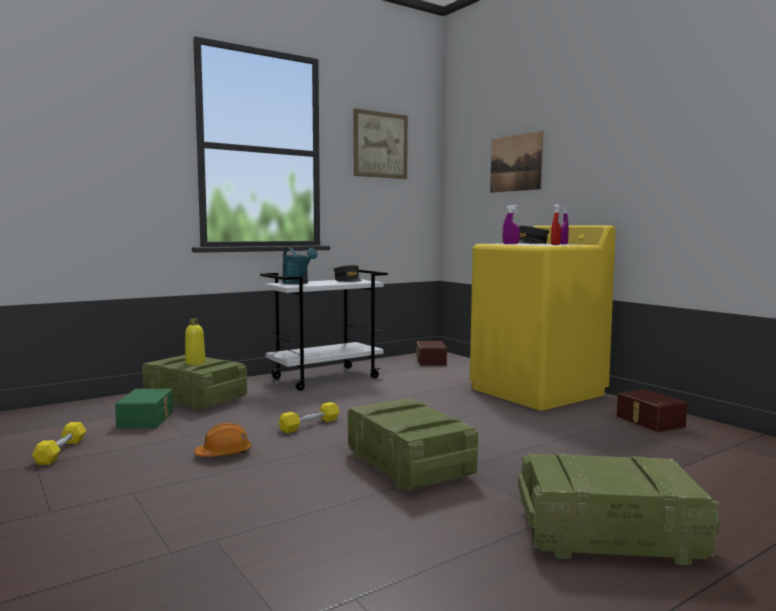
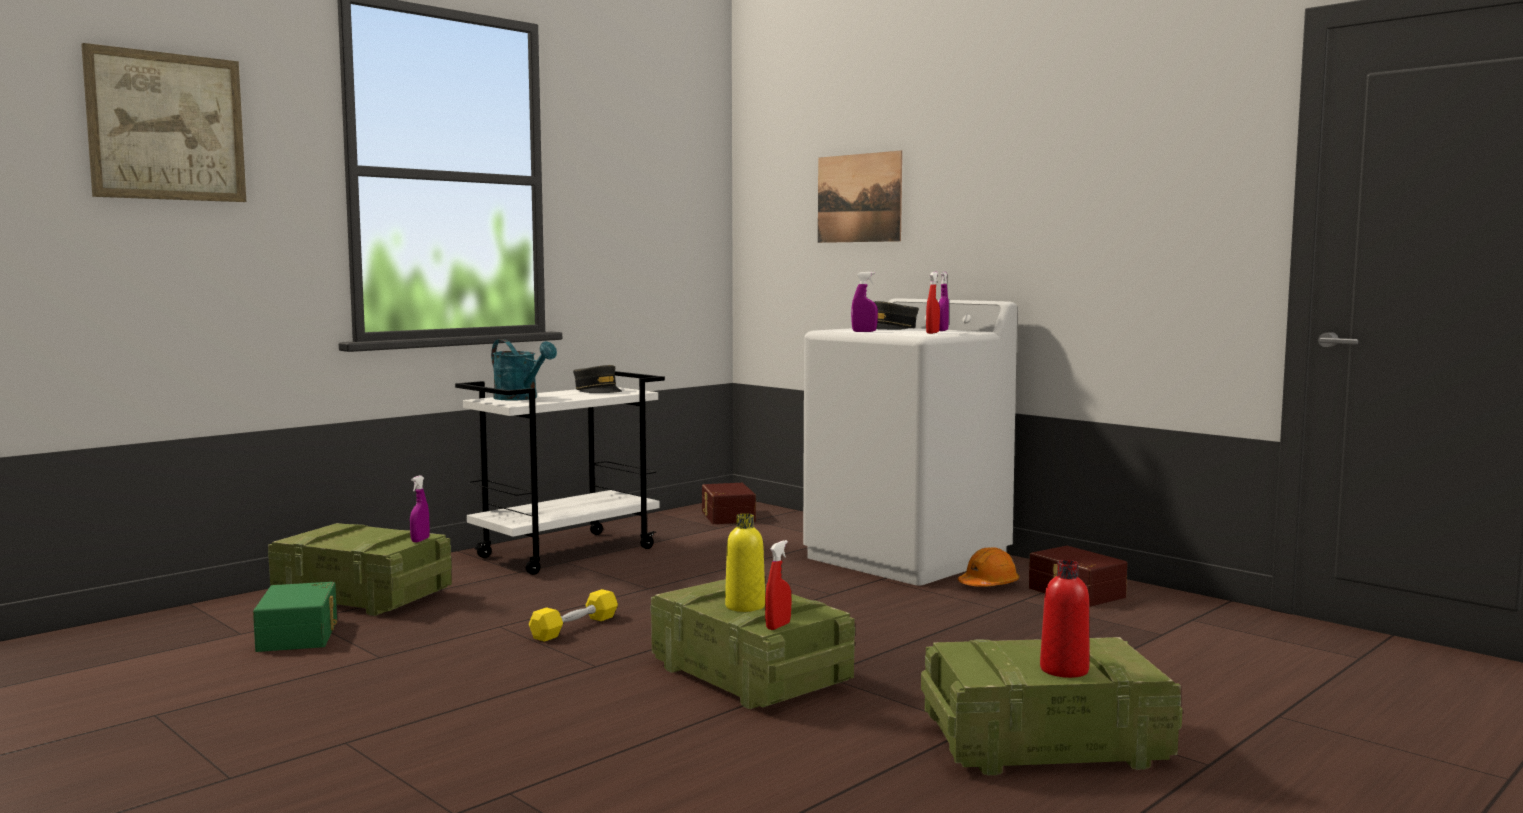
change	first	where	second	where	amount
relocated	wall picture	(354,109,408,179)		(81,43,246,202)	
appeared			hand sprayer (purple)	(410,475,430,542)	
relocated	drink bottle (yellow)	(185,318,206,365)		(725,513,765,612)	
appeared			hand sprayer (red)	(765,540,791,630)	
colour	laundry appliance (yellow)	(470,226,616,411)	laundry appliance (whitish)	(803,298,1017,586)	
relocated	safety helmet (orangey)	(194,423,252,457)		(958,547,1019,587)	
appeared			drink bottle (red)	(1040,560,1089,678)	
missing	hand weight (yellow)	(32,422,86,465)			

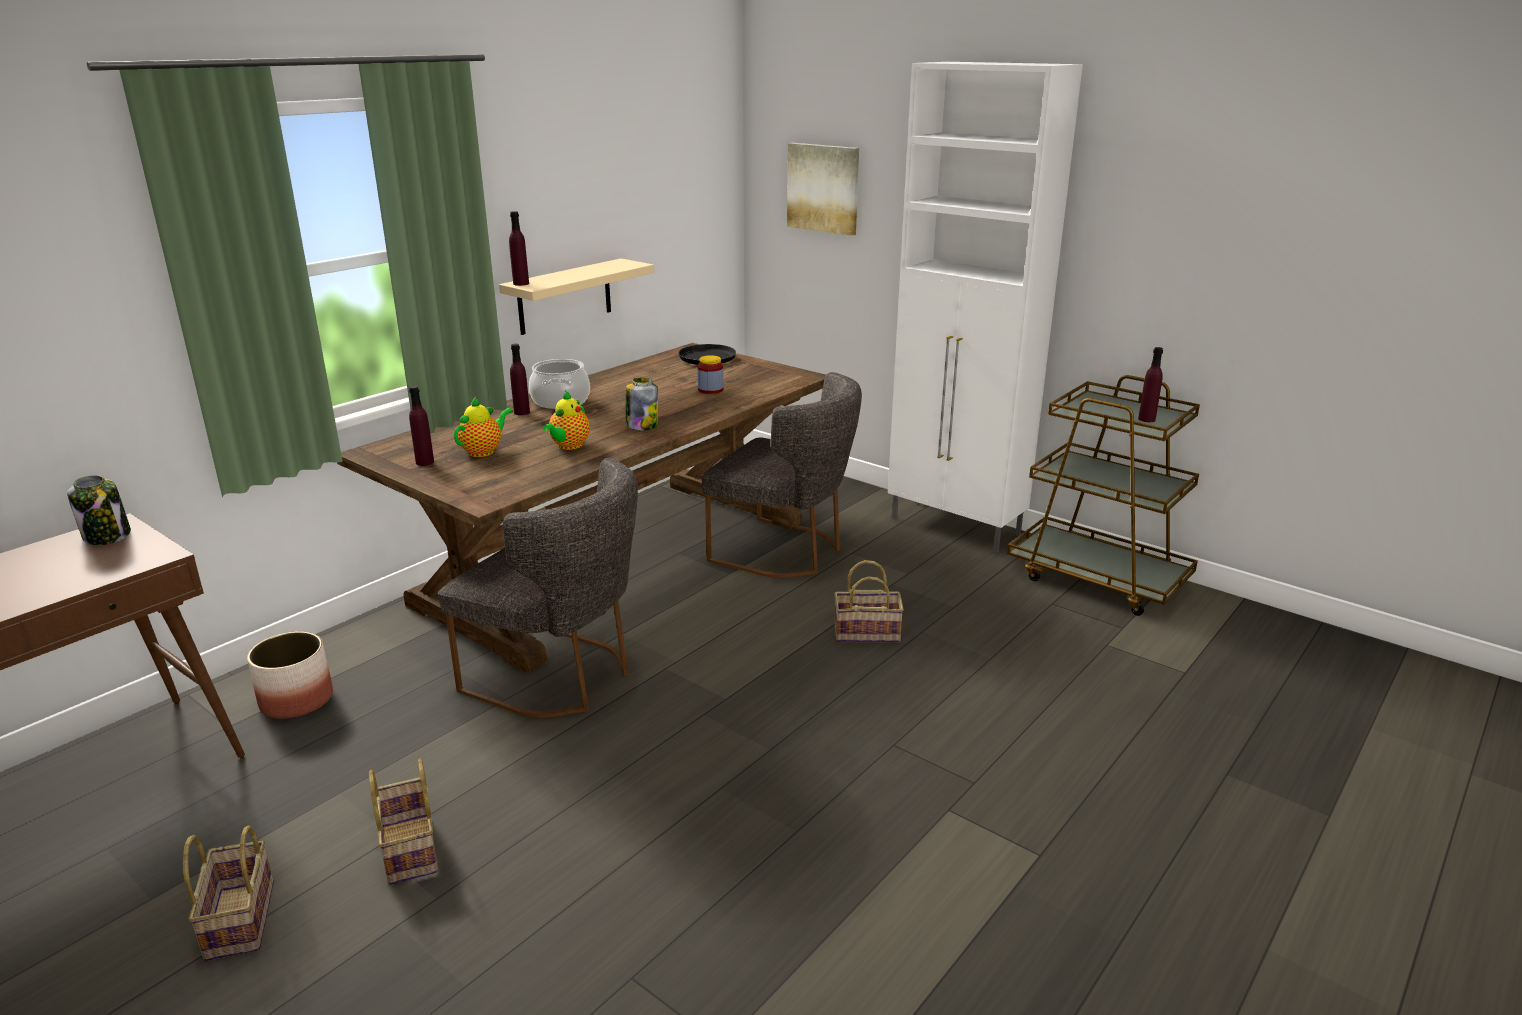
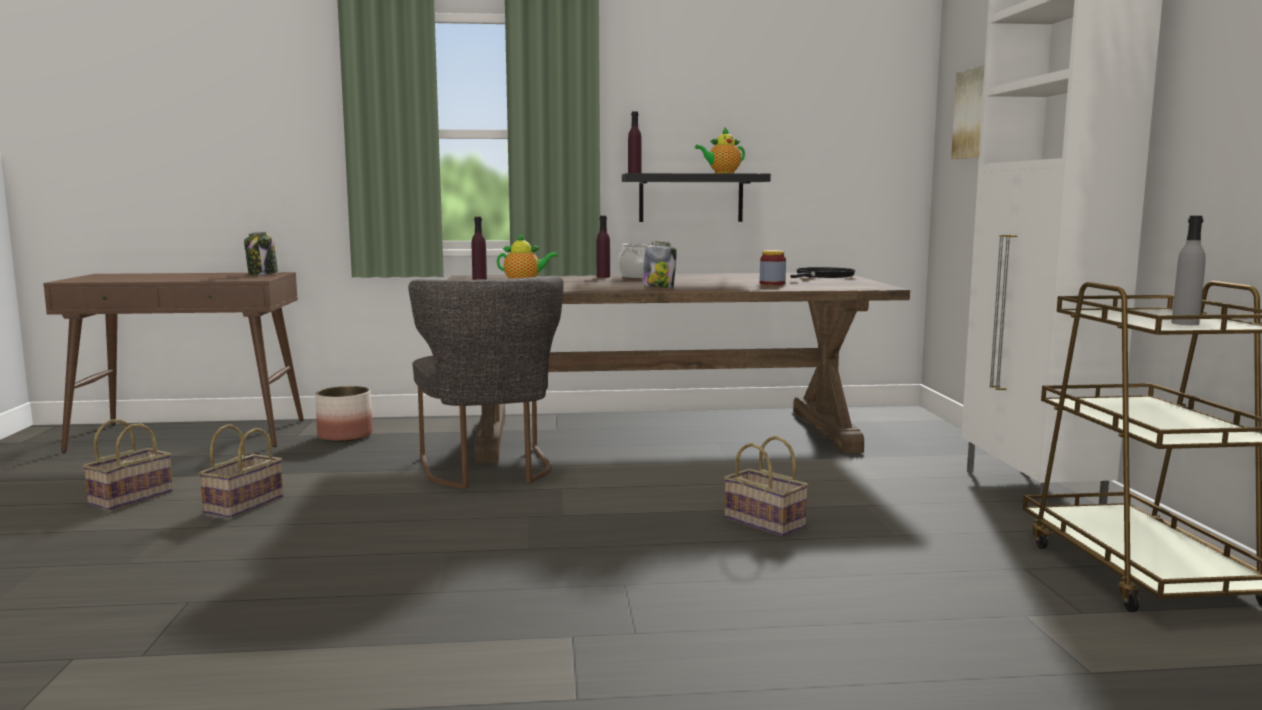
change	first	where	second	where	amount
colour	wall shelf (beige-coloured)	(499,258,654,335)	wall shelf (black-coloured)	(622,173,771,222)	
relocated	pot for tea	(542,391,590,450)		(695,127,745,174)	
colour	drink bottle (purple)	(1138,347,1163,422)	drink bottle (grey)	(1171,216,1206,325)	
missing	plain chair (grey)	(702,372,862,578)			

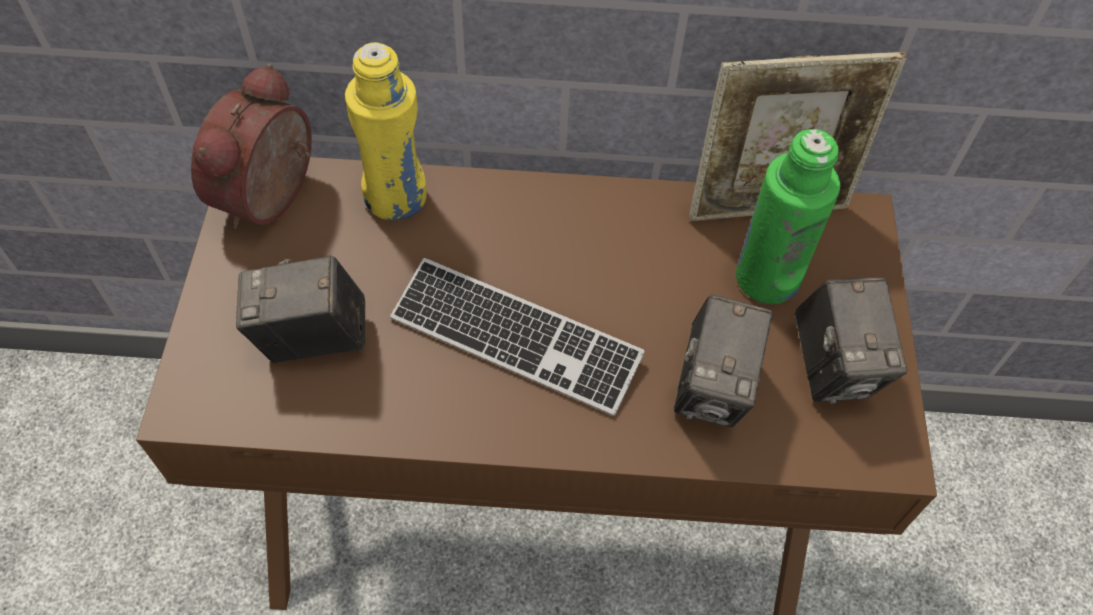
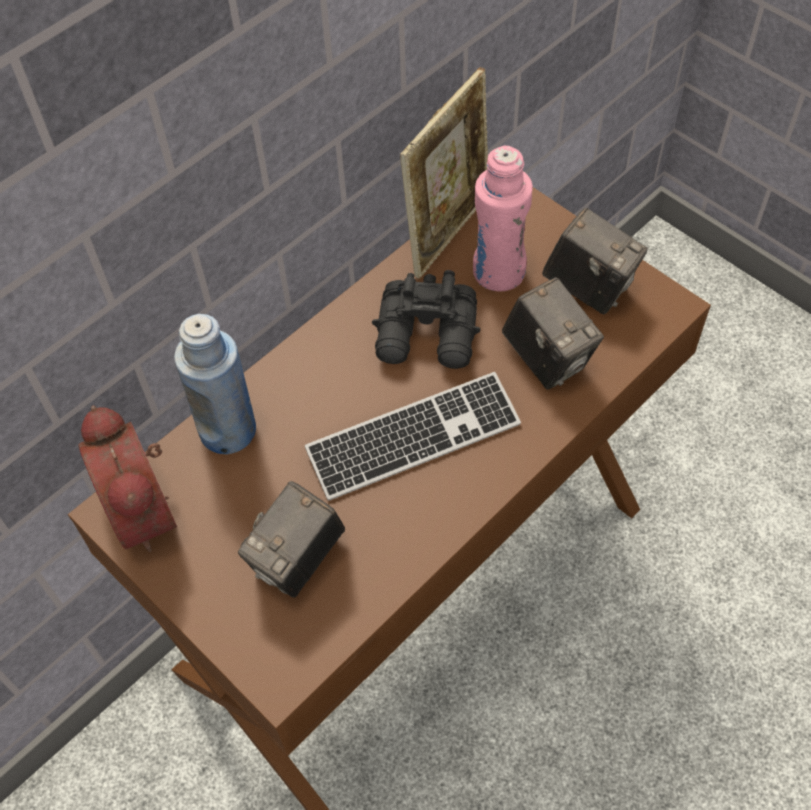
change	first	where	second	where	amount
colour	drink bottle (yellow)	(345,42,427,220)	drink bottle (blue)	(174,314,256,454)	
appeared			binoculars (black-coloured)	(372,270,480,369)	
colour	drink bottle (green-coloured)	(736,129,840,304)	drink bottle (pinkish)	(473,145,533,291)	

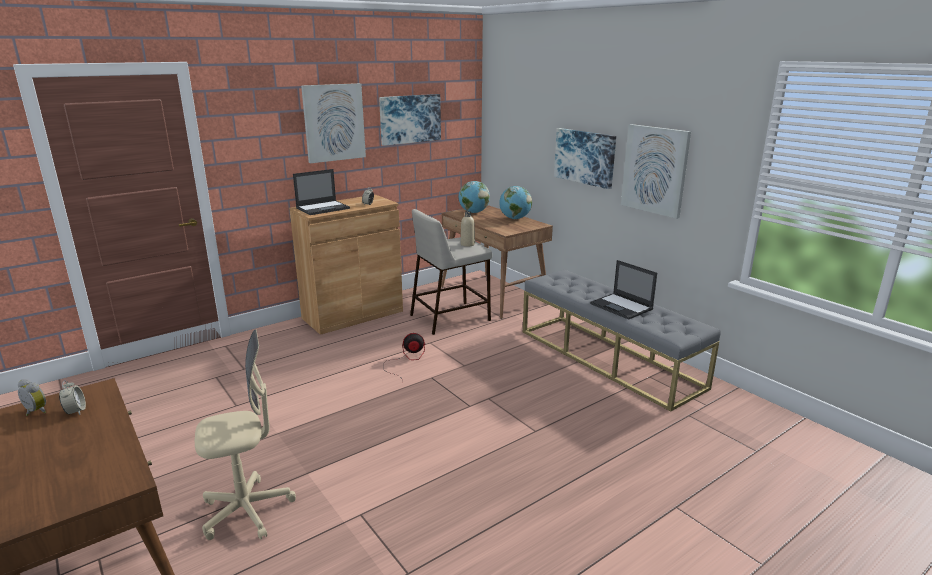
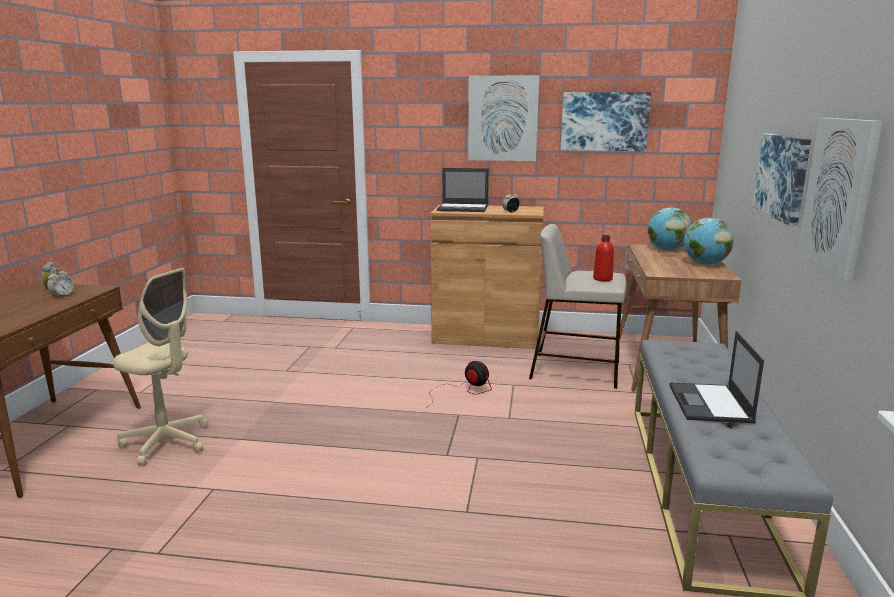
change	first	where	second	where	amount
colour	drink bottle (beige-coloured)	(461,211,475,247)	drink bottle (red)	(593,235,614,281)	

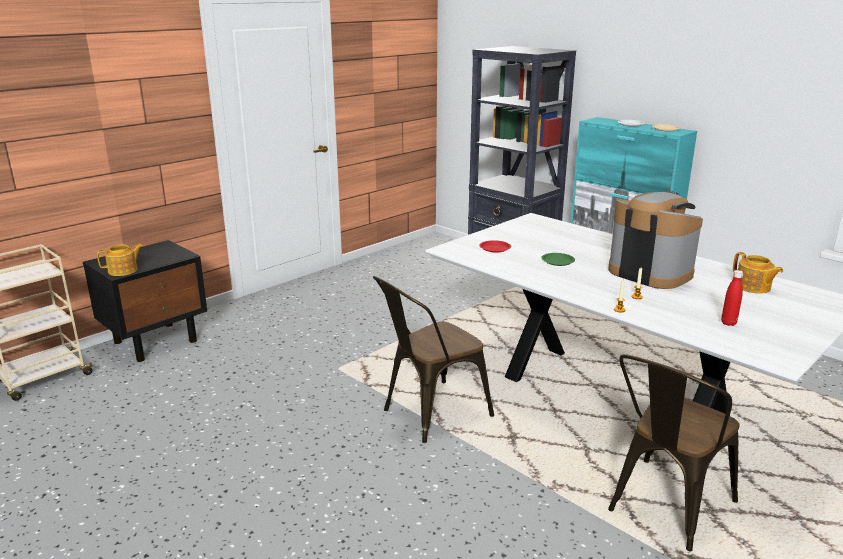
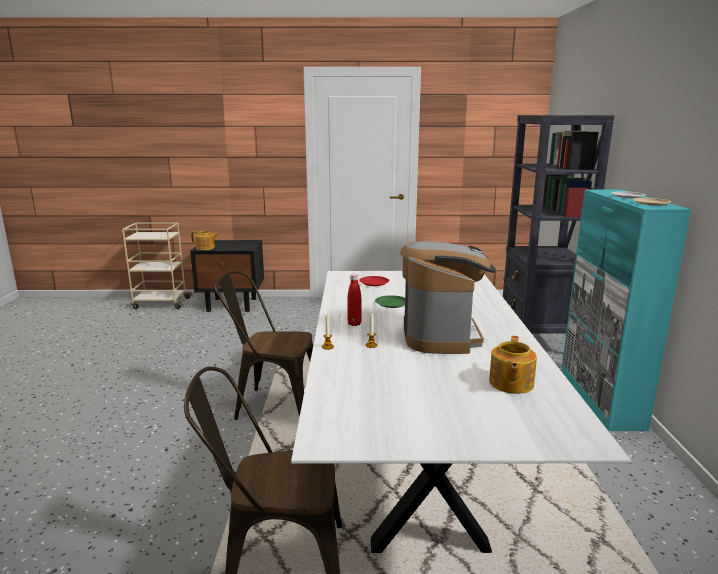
change	first	where	second	where	amount
relocated	drink bottle (red)	(721,270,743,326)		(348,274,362,326)	

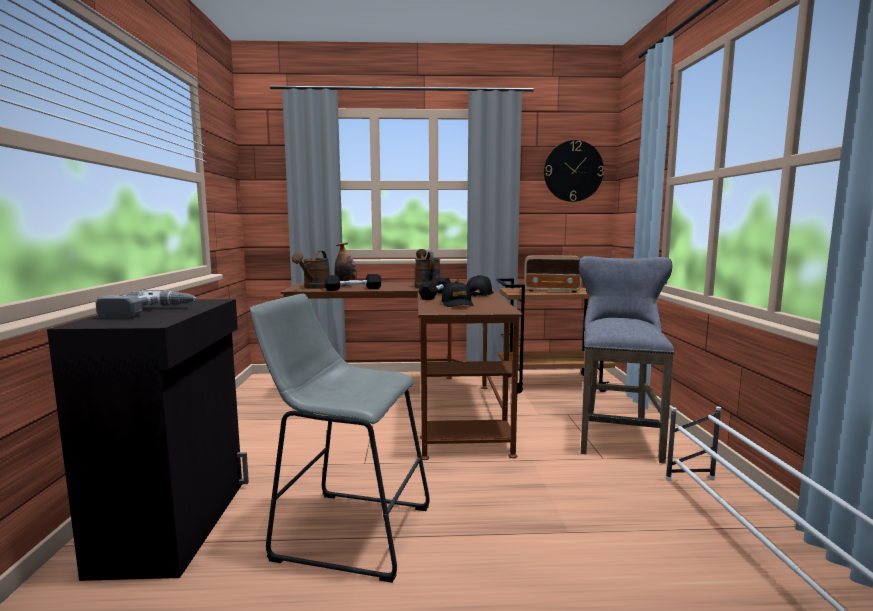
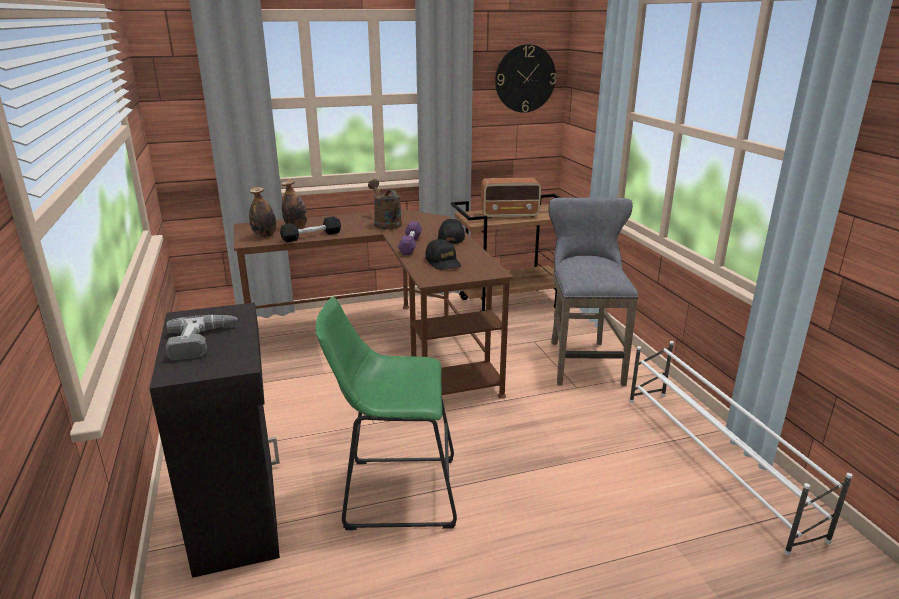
change	first	where	second	where	amount
exchanged	watering pot (brownish)	(292,251,330,289)	drink bottle	(249,187,276,237)	
colour	sitting stool (grey)	(250,294,430,583)	sitting stool (green-coloured)	(316,297,457,530)	
colour	hand weight (black-coloured)	(419,277,451,300)	hand weight (purple)	(398,221,422,255)	

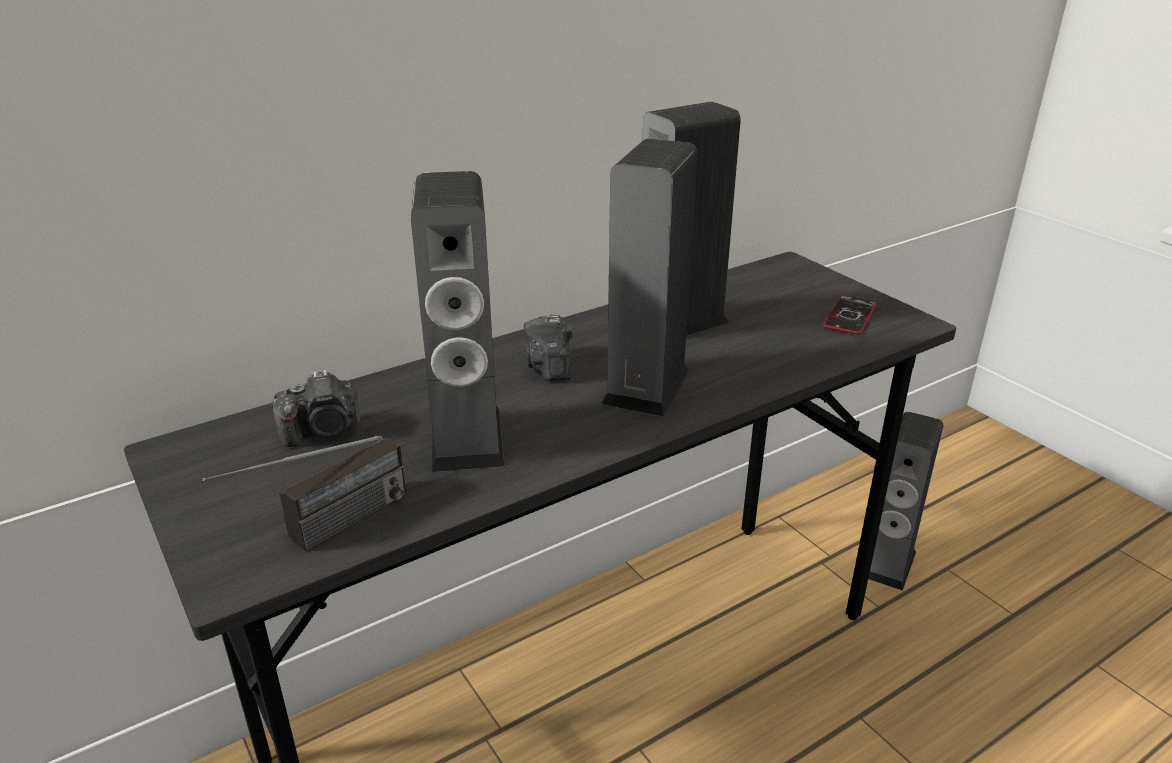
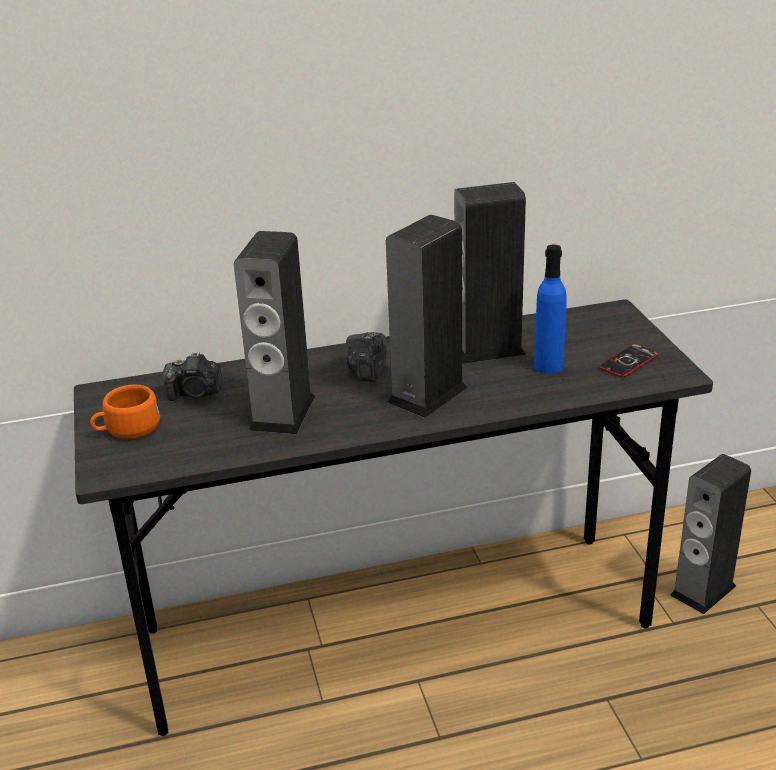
change	first	where	second	where	amount
appeared			small cup (orangey)	(90,385,160,439)	
appeared			drink bottle (blue)	(534,244,567,374)	
missing	radio receiver	(203,436,406,552)			

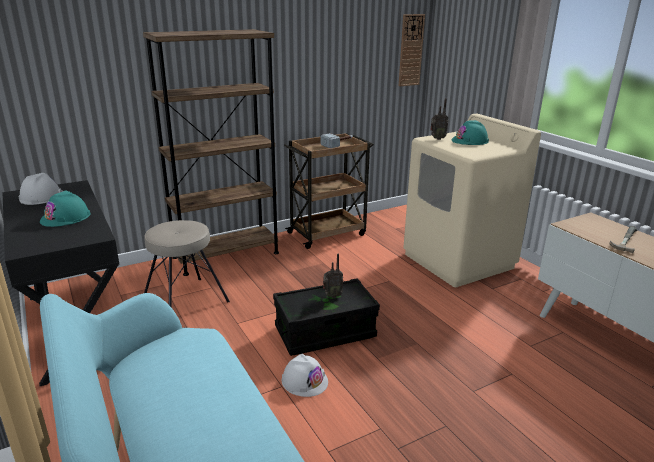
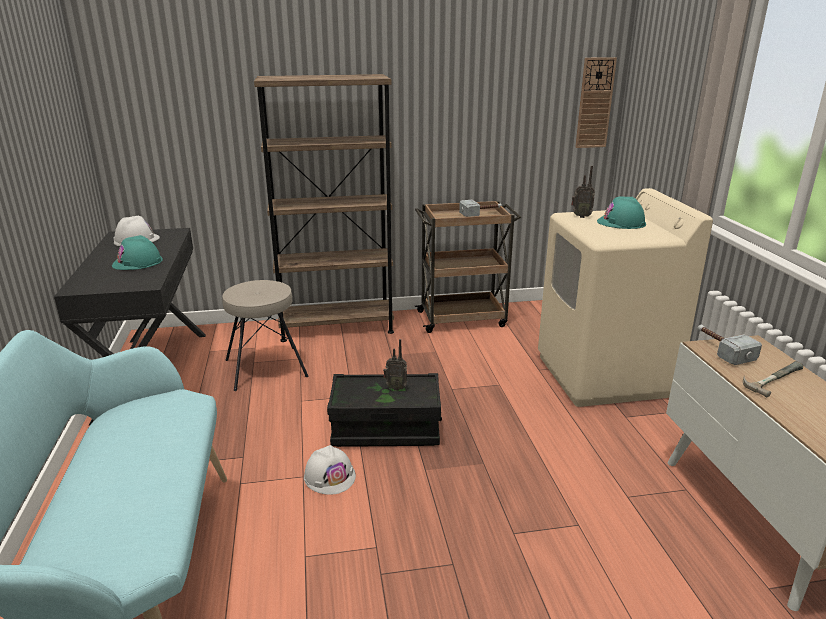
change	first	where	second	where	amount
appeared			hand hammer	(698,325,762,365)	

